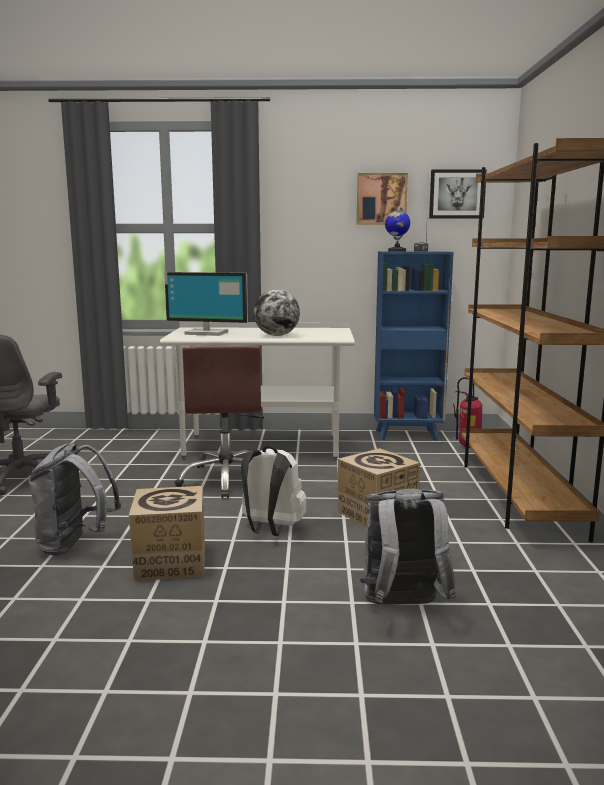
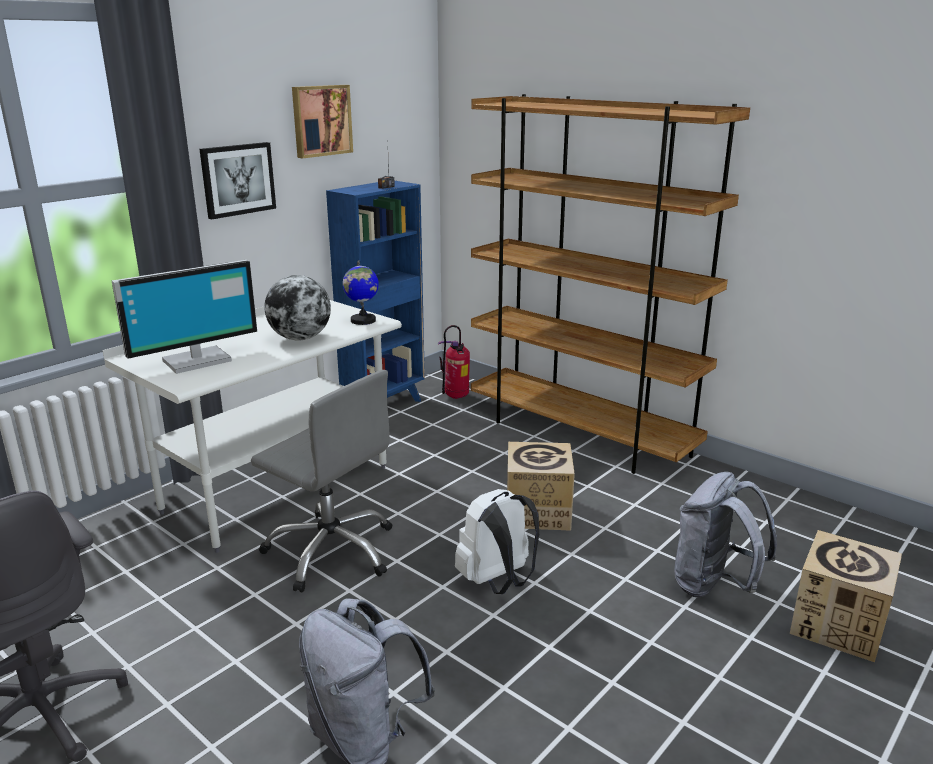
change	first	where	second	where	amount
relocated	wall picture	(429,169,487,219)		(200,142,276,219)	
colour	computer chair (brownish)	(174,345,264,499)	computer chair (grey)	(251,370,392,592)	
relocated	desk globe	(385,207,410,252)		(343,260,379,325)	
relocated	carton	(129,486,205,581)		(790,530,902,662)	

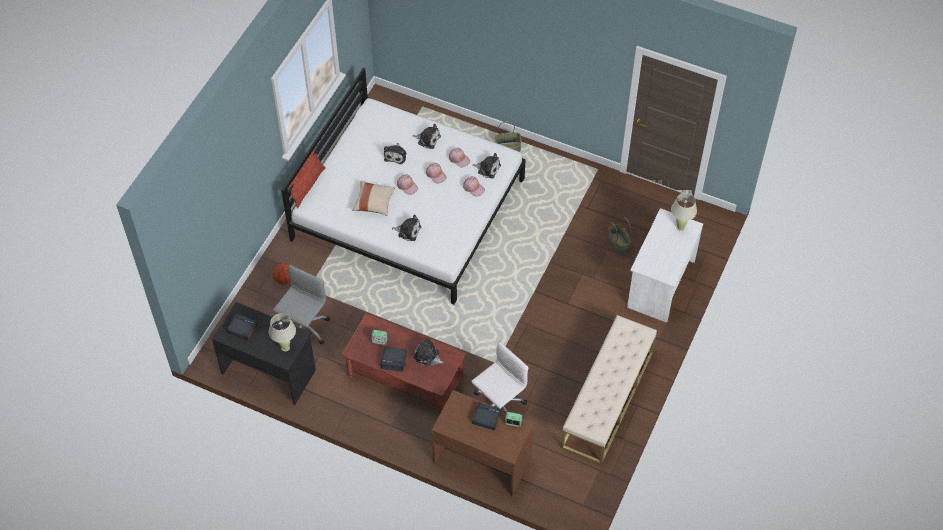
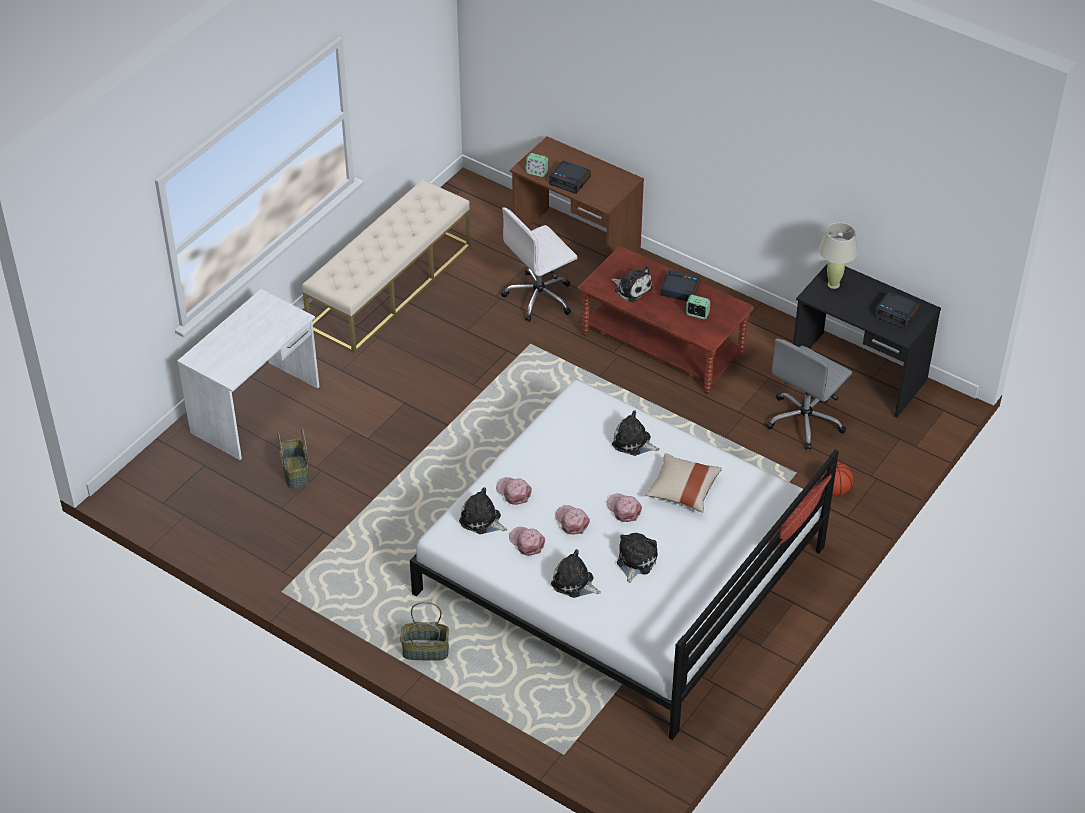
change	first	where	second	where	amount
missing	tabletop lamp (beige-coloured)	(671,193,697,231)			

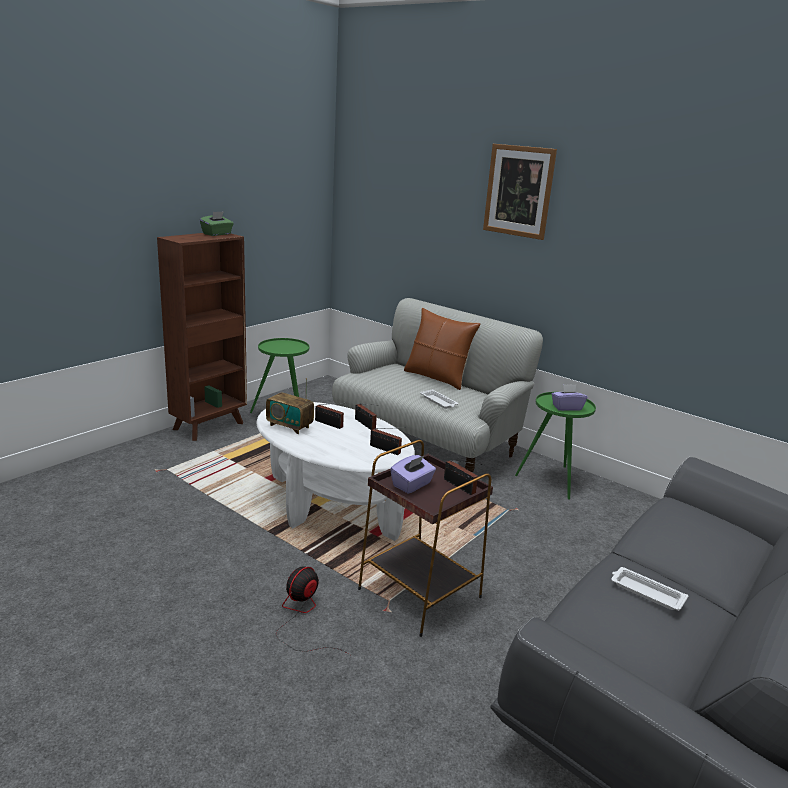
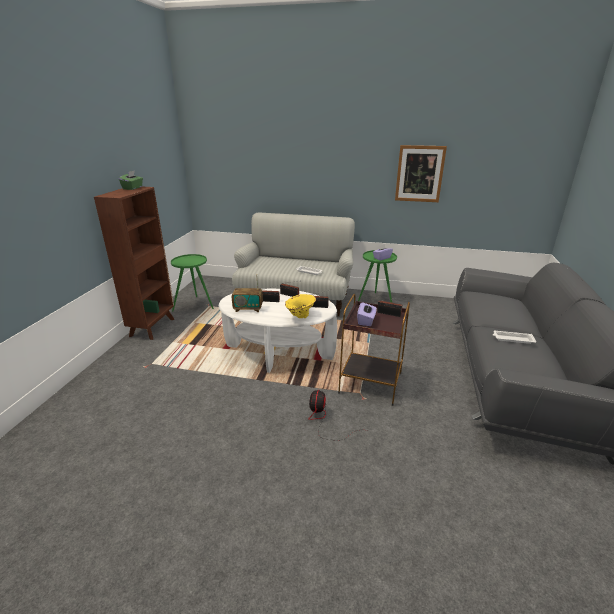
change	first	where	second	where	amount
appeared			flower vase (yellow)	(285,294,316,318)	
relocated	wall picture	(483,144,557,240)		(395,145,447,202)	
missing	cushion (brownish)	(404,308,481,390)			

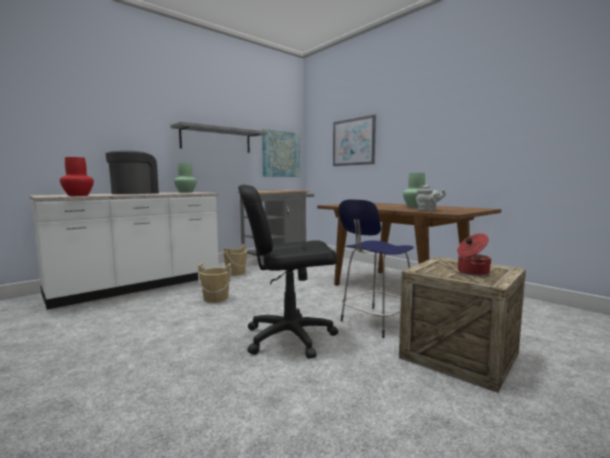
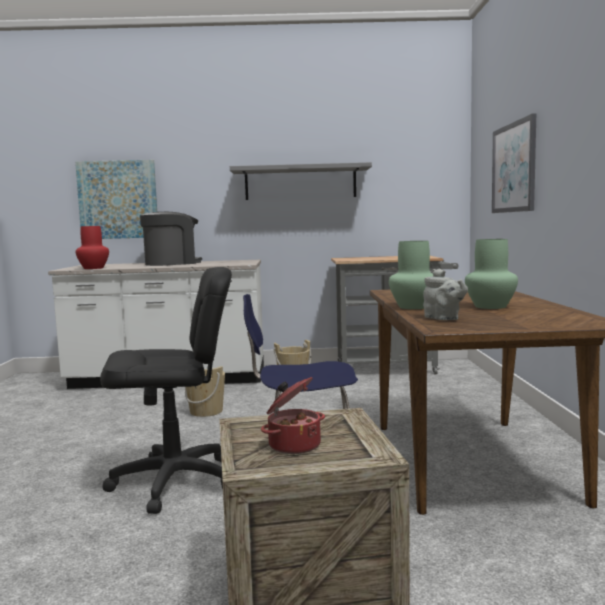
change	first	where	second	where	amount
relocated	wall picture	(262,129,300,177)		(75,160,157,239)	
spun	computer chair (black-coloured)	(238,185,338,359)		(100,267,232,514)	135 degrees clockwise
relocated	flower vase (green-coloured)	(174,163,197,193)		(389,241,433,309)	

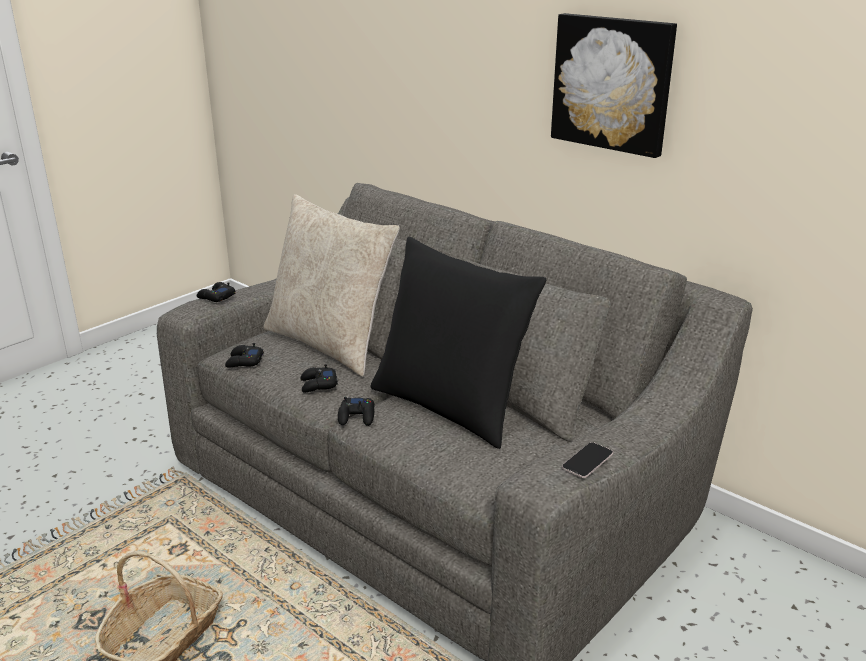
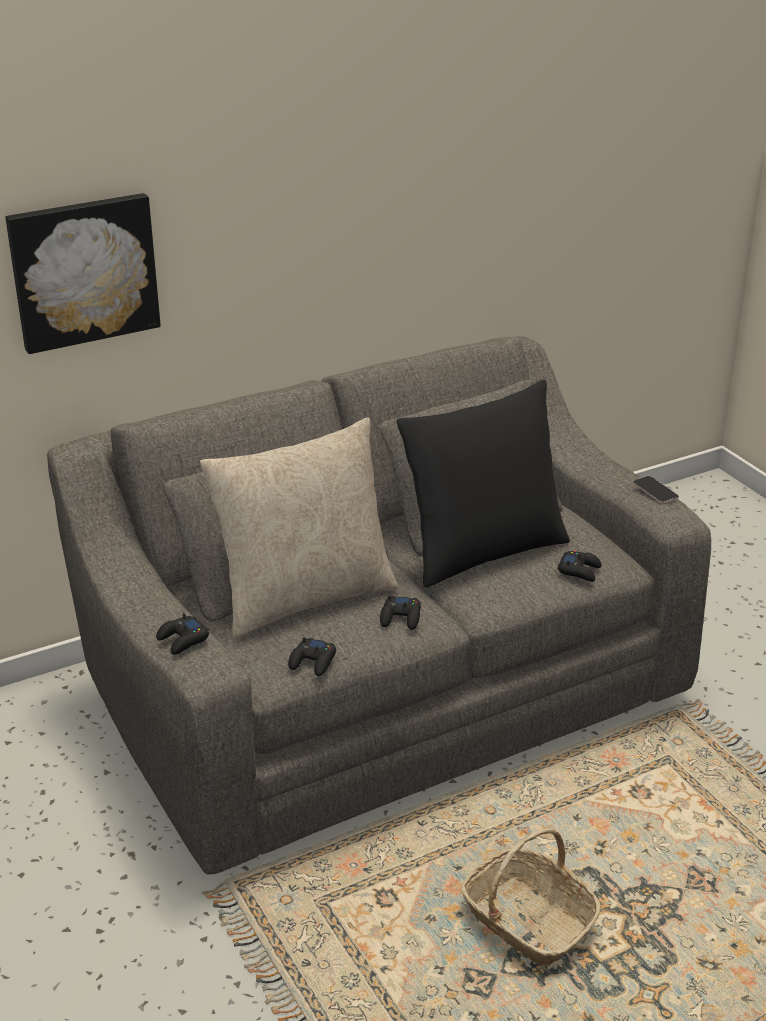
change	first	where	second	where	amount
relocated	wall picture	(551,13,677,158)		(6,193,161,354)	
relocated	game controller (black-coloured)	(338,397,374,426)		(557,551,601,582)	

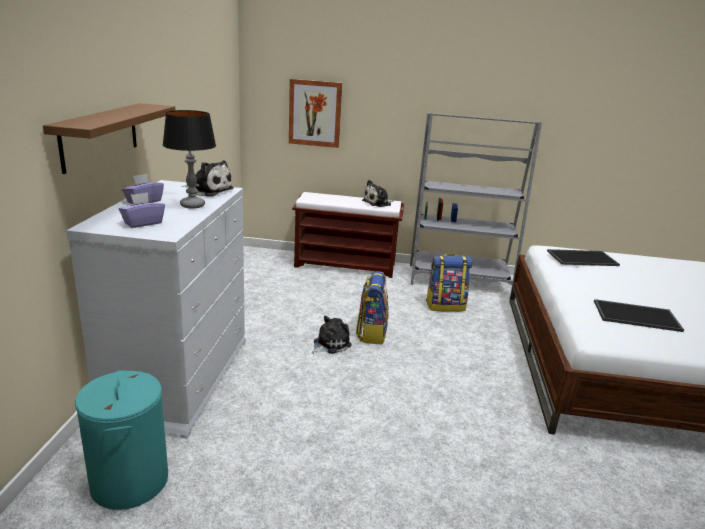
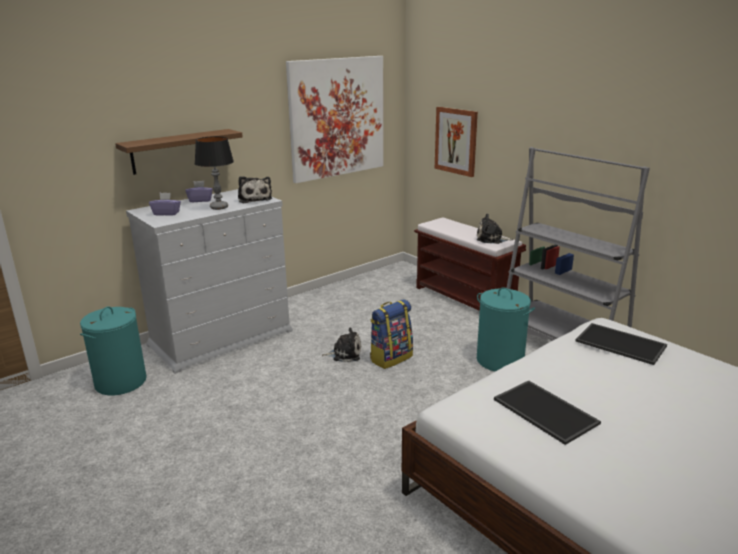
change	first	where	second	where	amount
appeared			wall picture	(286,56,384,183)	
exchanged	backpack	(426,254,472,312)	washing basket (turquoise-coloured)	(477,287,535,372)	

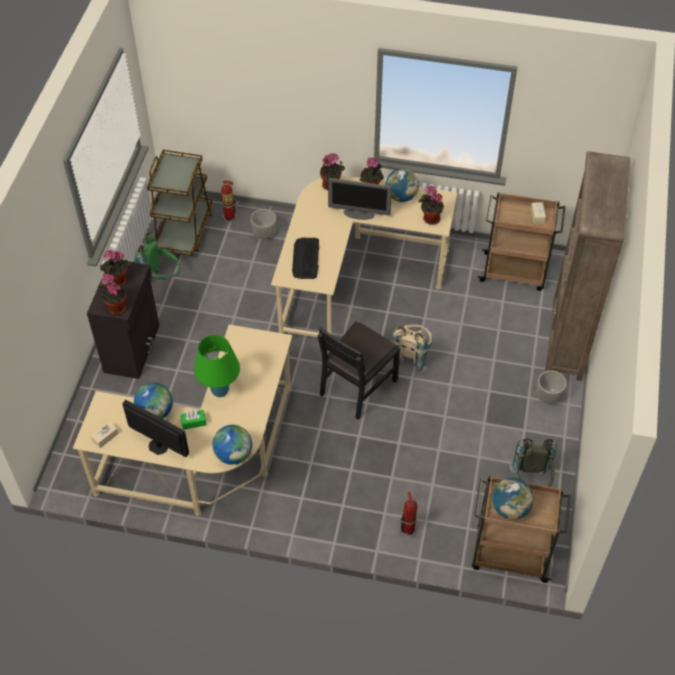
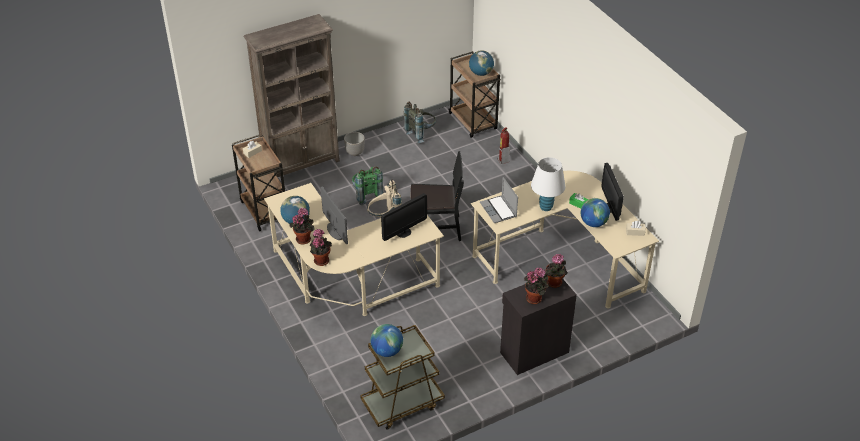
change	first	where	second	where	amount
relocated	backpack (green-coloured)	(134,233,180,280)		(352,166,383,205)	
relocated	desk globe	(213,425,252,465)		(370,324,403,357)	
exchanged	PC keyboard	(292,237,319,279)	computer display	(381,193,427,241)	
appeared			notebook computer	(480,177,518,223)	
colour	tabletop lamp (green-coloured)	(194,335,240,397)	tabletop lamp (whitish)	(531,157,565,211)	
missing	extinguisher	(221,180,237,223)			
missing	flower pot	(250,209,276,239)			
missing	plant in a pot	(418,186,444,225)			

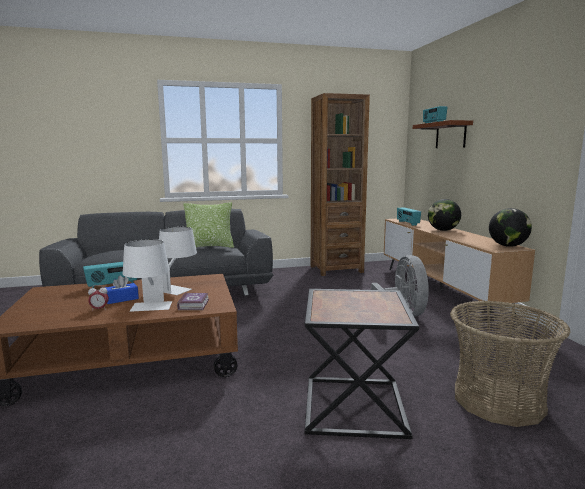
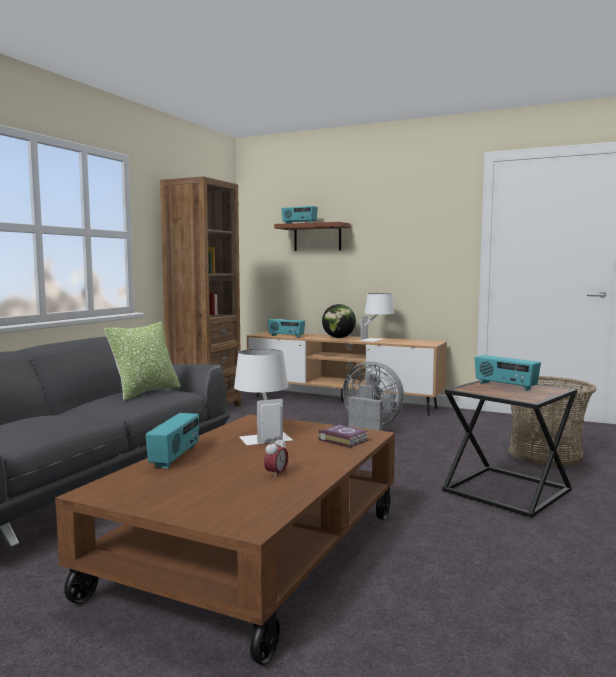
change	first	where	second	where	amount
relocated	tabletop lamp (whitish)	(123,239,172,312)		(359,293,394,342)	
appeared			radio receiver	(475,355,541,391)	
missing	tissue holder (blue)	(105,276,139,304)			
missing	desk globe	(489,208,532,247)			

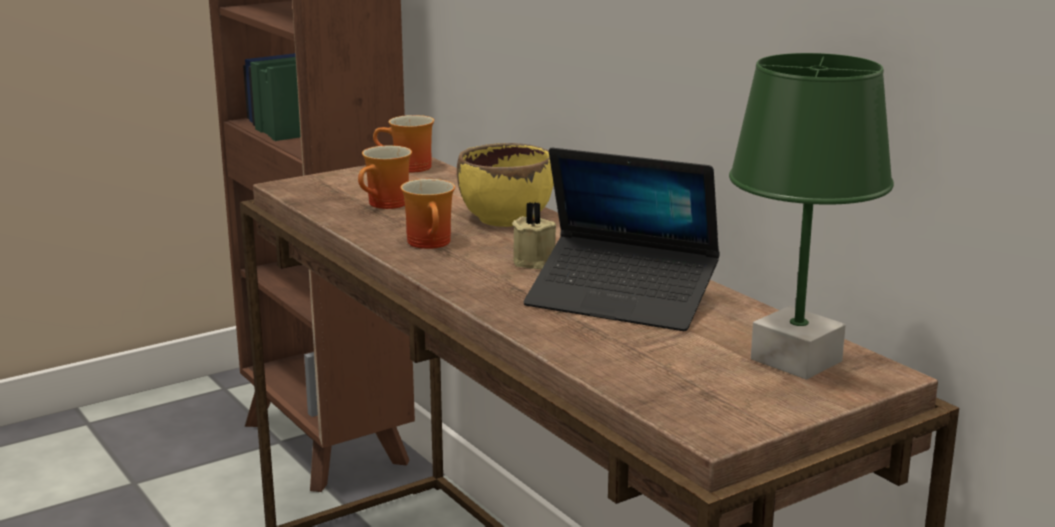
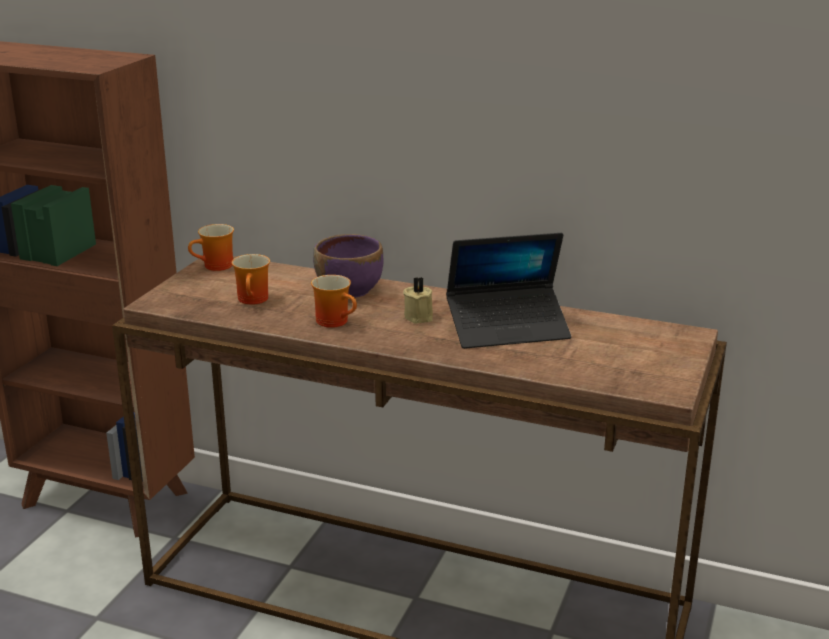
change	first	where	second	where	amount
colour	serving bowl (yellow)	(457,143,554,227)	serving bowl (purple)	(313,234,383,298)	
missing	tabletop lamp (green-coloured)	(729,53,894,380)			

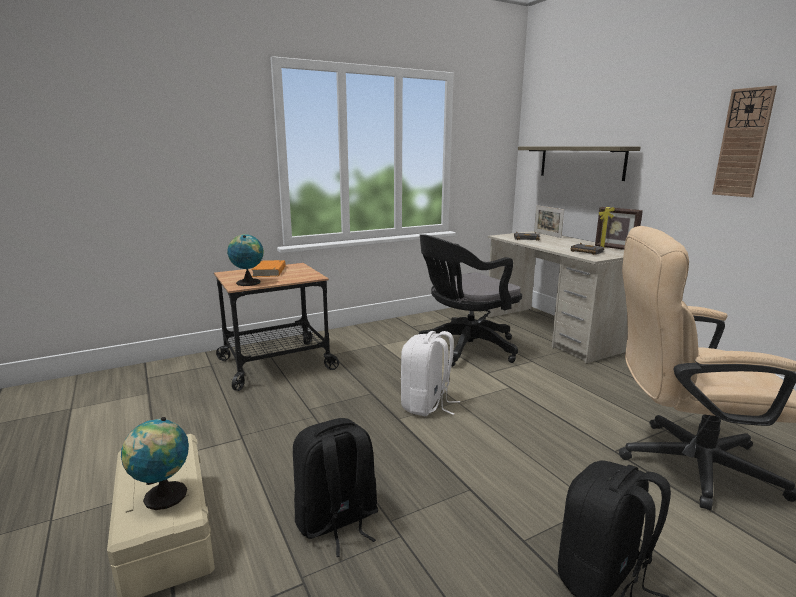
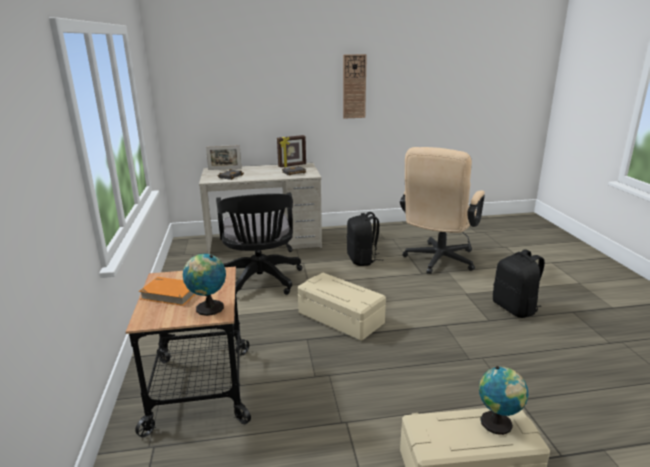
change	first	where	second	where	amount
exchanged	backpack (whitish)	(401,331,460,416)	storage box (beige-coloured)	(298,272,386,341)	
relocated	backpack (black-coloured)	(293,418,378,557)		(347,212,384,266)	
missing	wall shelf	(518,146,641,181)			

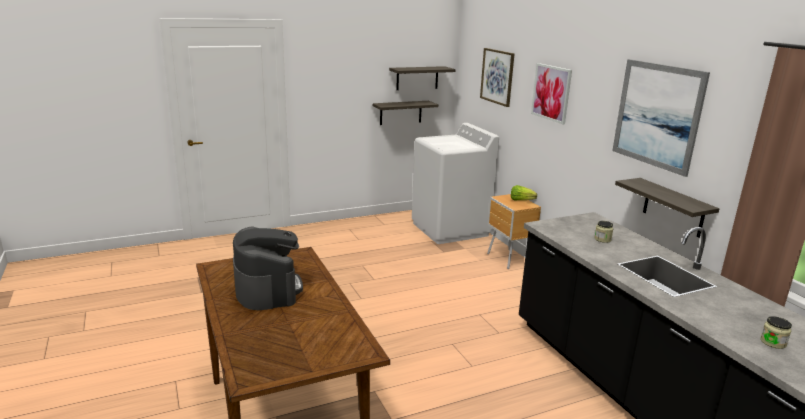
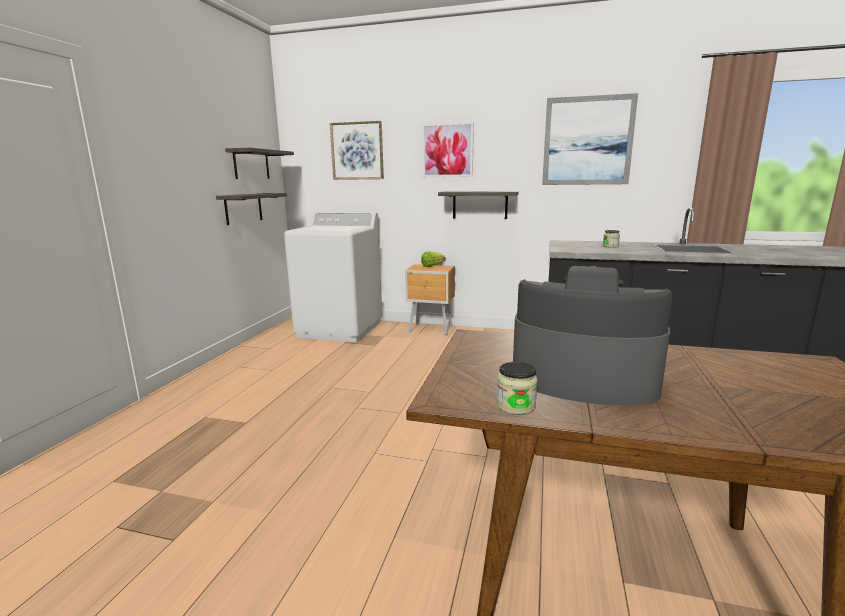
change	first	where	second	where	amount
relocated	wall shelf	(615,178,719,238)		(438,191,519,219)	
relocated	preserve jar	(760,316,792,349)		(497,362,538,415)	

